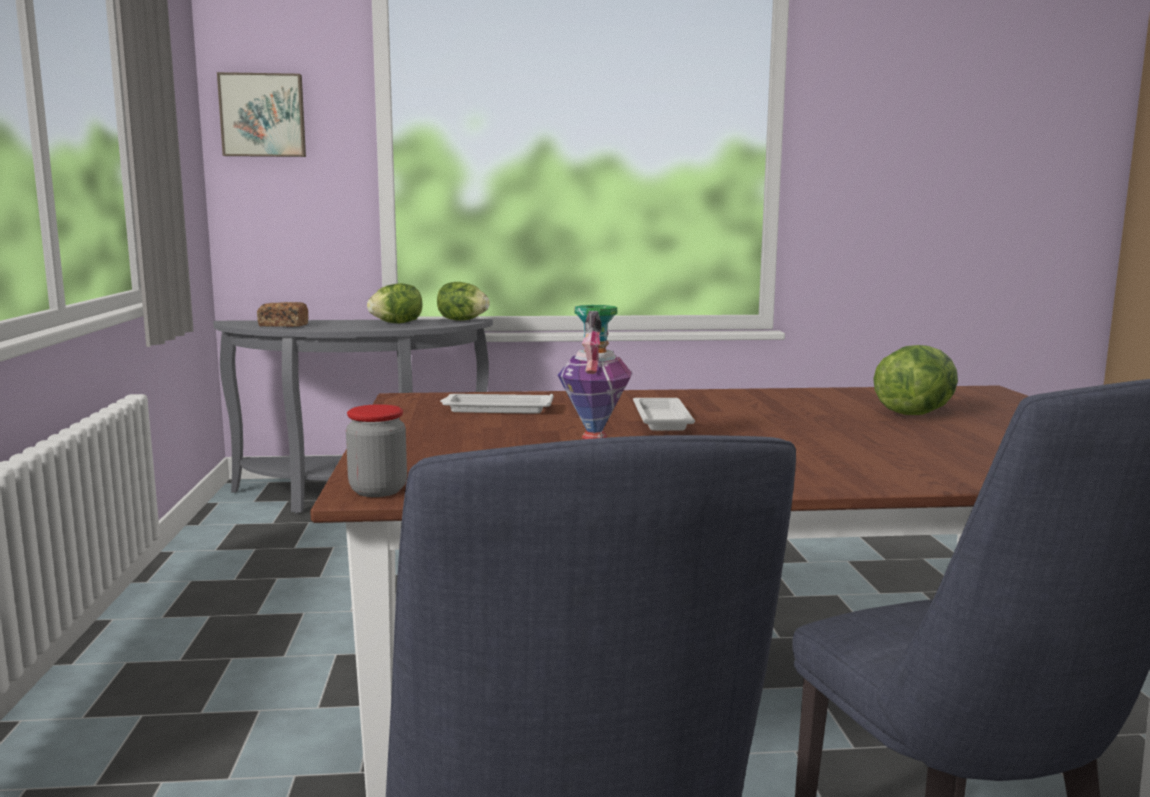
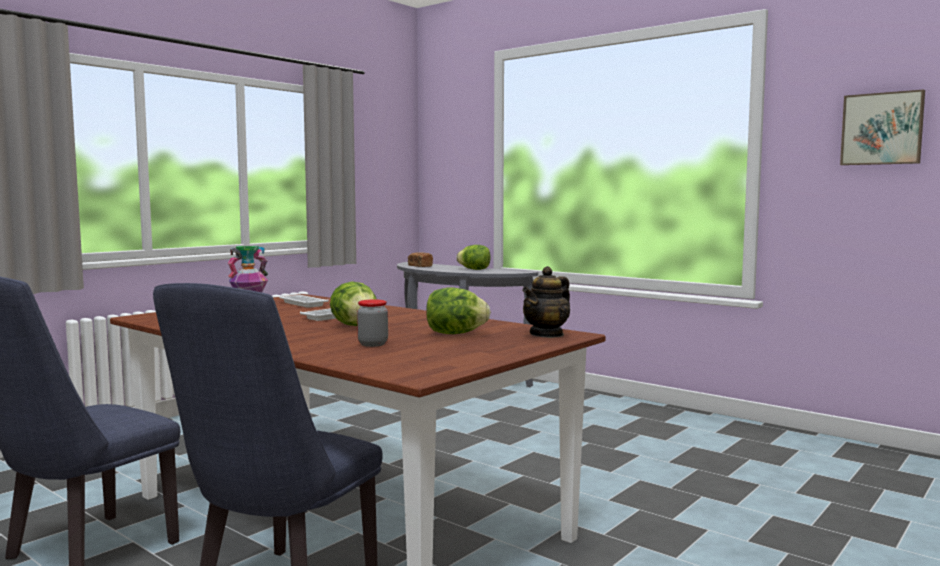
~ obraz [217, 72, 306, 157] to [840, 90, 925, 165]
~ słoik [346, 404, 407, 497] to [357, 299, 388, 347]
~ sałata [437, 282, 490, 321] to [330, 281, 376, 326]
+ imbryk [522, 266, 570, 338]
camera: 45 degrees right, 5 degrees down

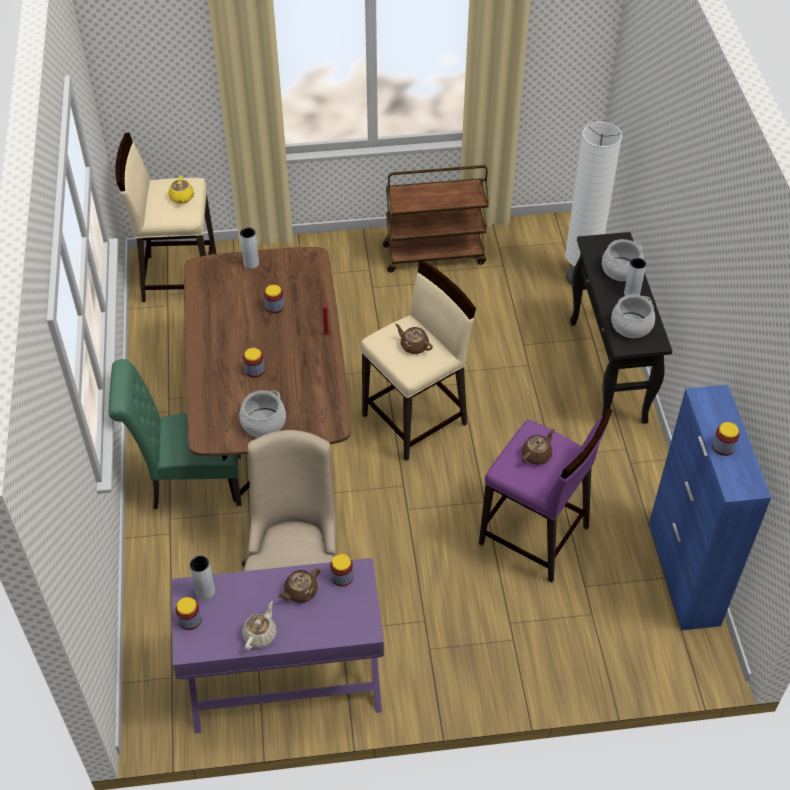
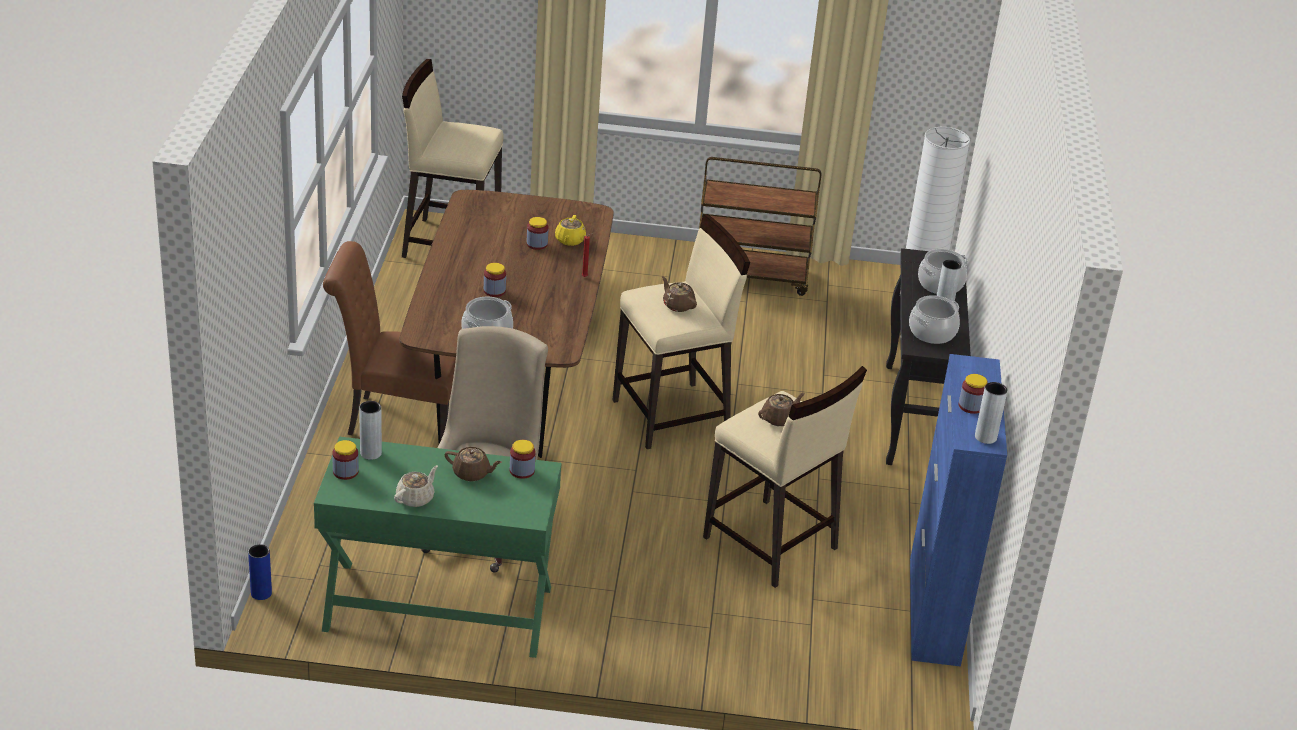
~ krzesło/zielony [109, 359, 241, 509] to krzesło/brązowy [323, 241, 456, 441]
~ imbryk/żółty [168, 175, 194, 204] to [555, 215, 586, 246]
~ biurko/fioletowy [172, 558, 384, 734] to biurko/zielony [314, 437, 562, 658]
~ wazon/szary [240, 227, 259, 269] to [975, 382, 1007, 444]
~ imbryk/brązowy [277, 568, 321, 603] = [445, 447, 502, 481] 135 degrees counterclockwise
~ stołek/fioletowy [479, 407, 612, 583] to stołek/beżowy [703, 366, 867, 588]
+ wazon/niebieski [248, 544, 272, 600]
camera: 10 degrees right, 15 degrees down

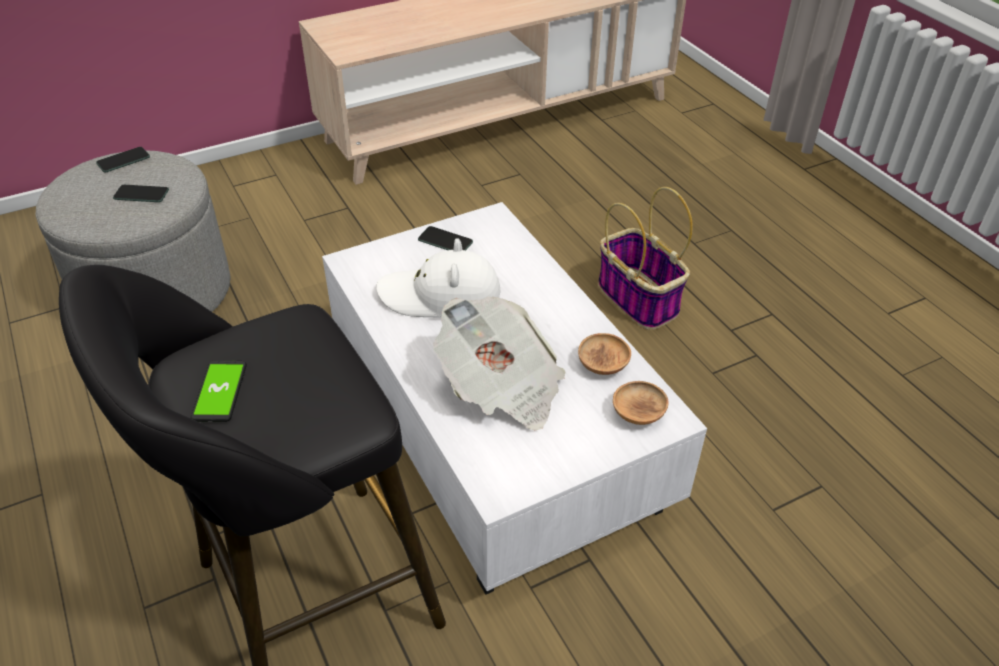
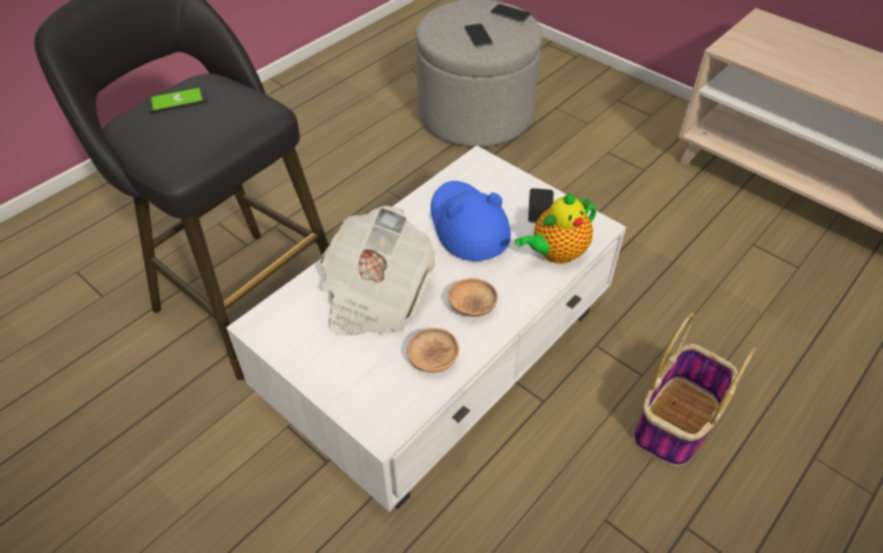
~ kapelusz/biały [376, 238, 501, 318] to kapelusz/niebieski [431, 181, 511, 261]
~ miska/brązowy [613, 381, 669, 425] to [448, 278, 498, 317]
+ imbryk [515, 192, 596, 264]
camera: 70 degrees right, 5 degrees up

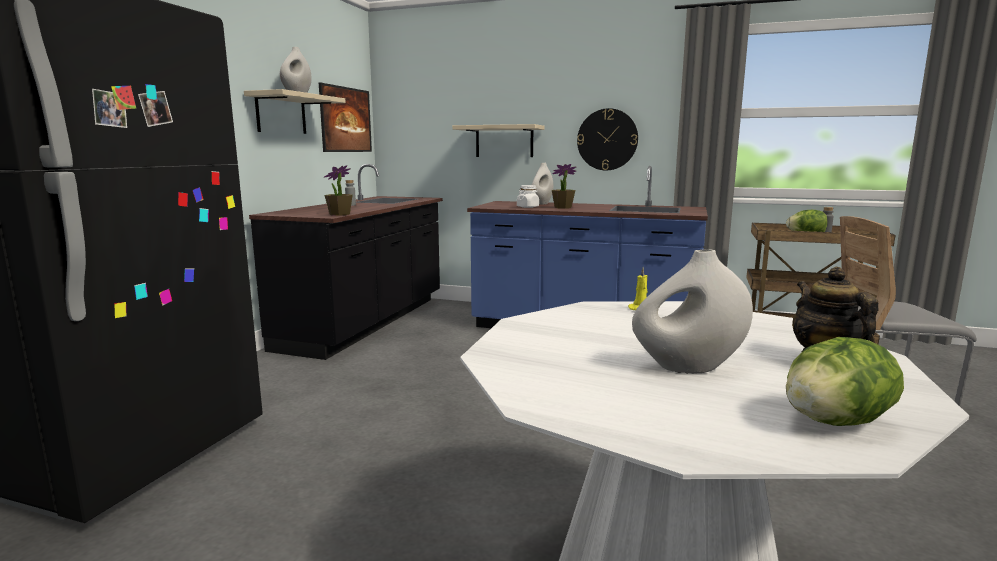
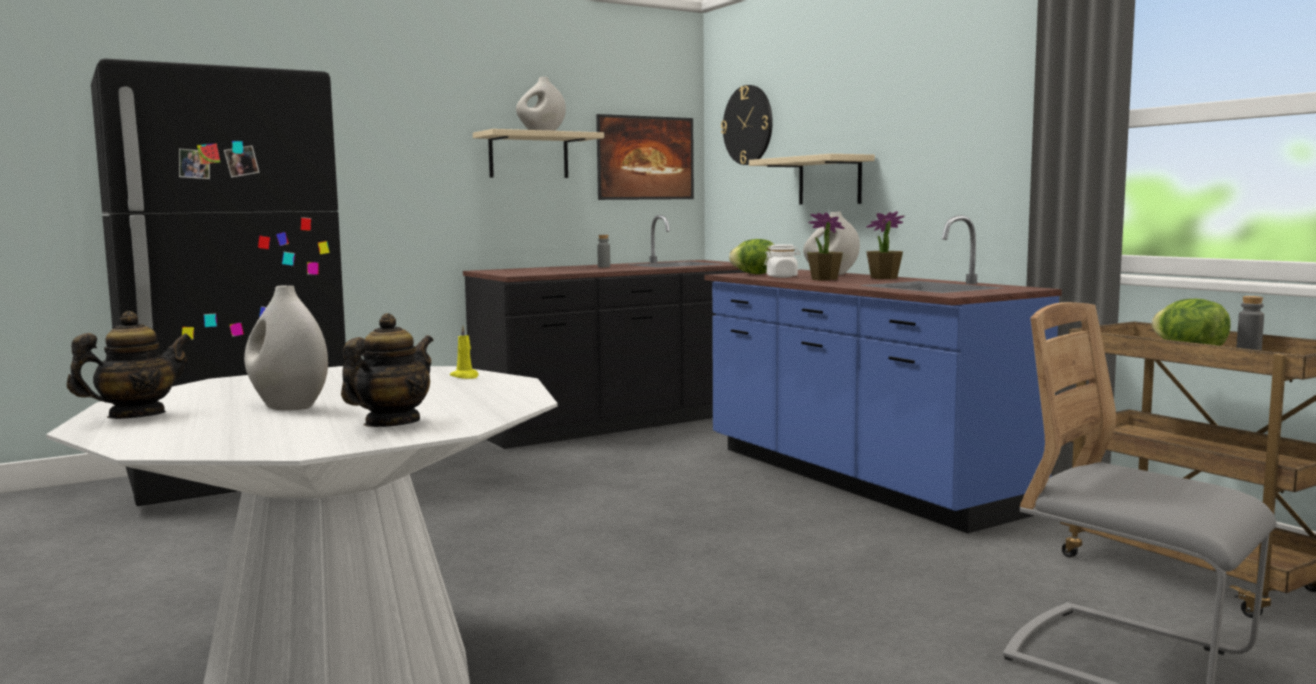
~ roślina doniczkowa [324, 165, 353, 216] to [866, 211, 905, 279]
~ zegar ścienny [577, 108, 638, 170] to [721, 85, 773, 165]
~ sałata [786, 337, 904, 426] to [729, 239, 774, 274]
+ imbryk [67, 311, 192, 419]
camera: 40 degrees right, 5 degrees down

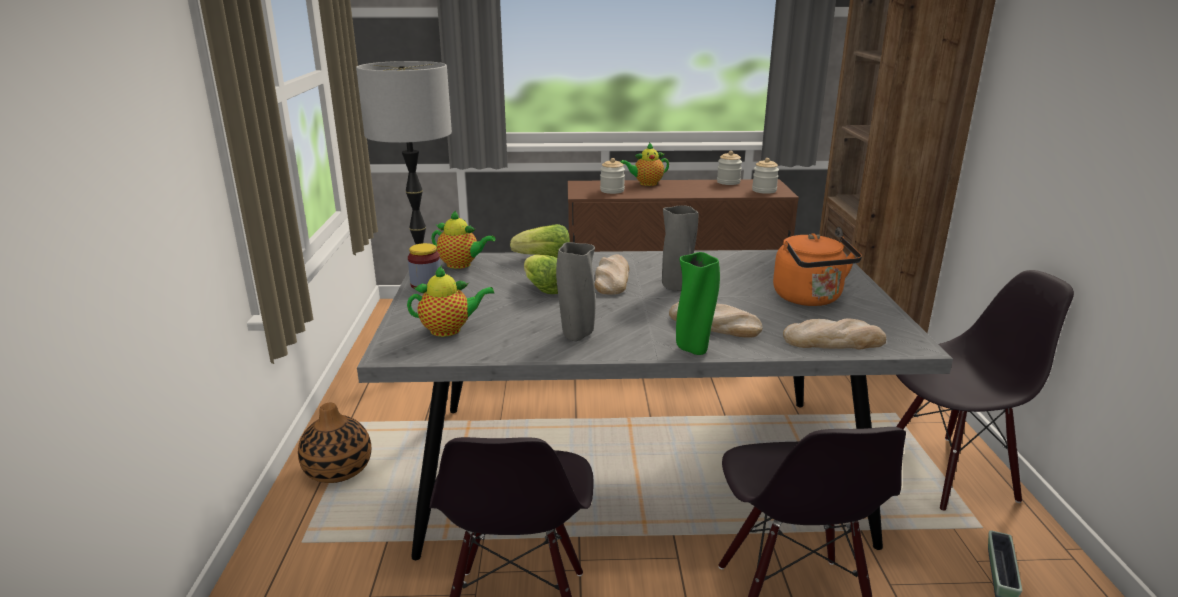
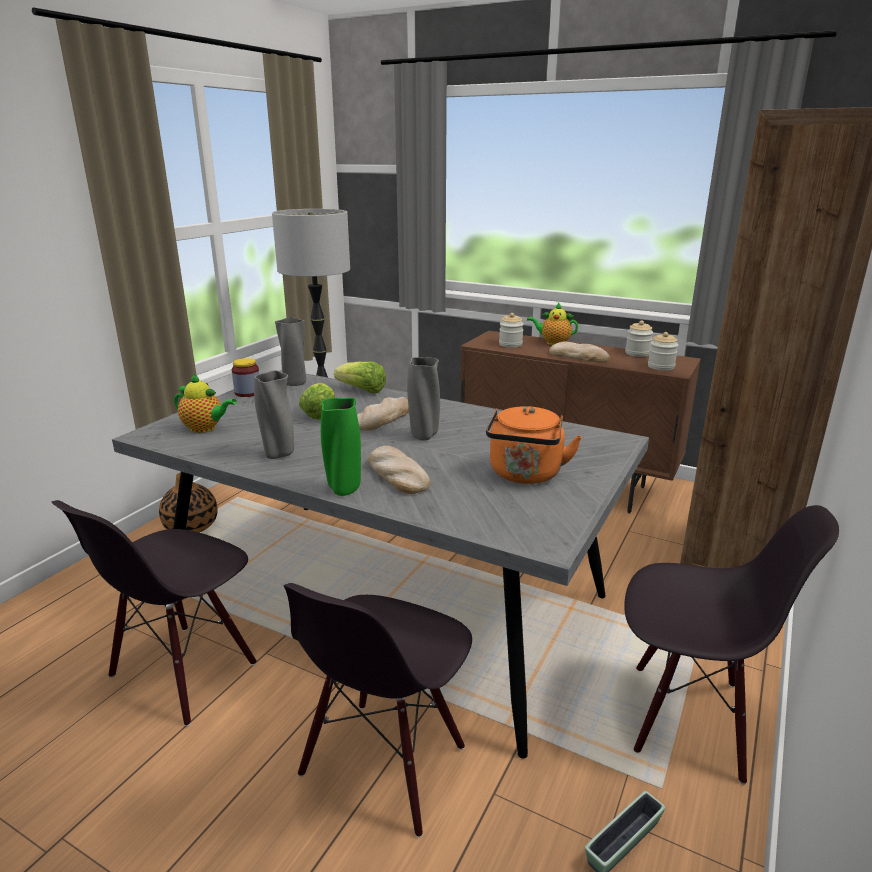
~ imbryk [431, 210, 495, 269] to wazon/szary [275, 318, 306, 386]
~ chleb [783, 319, 886, 350] to [549, 342, 610, 363]
camera: 30 degrees right, 0 degrees up

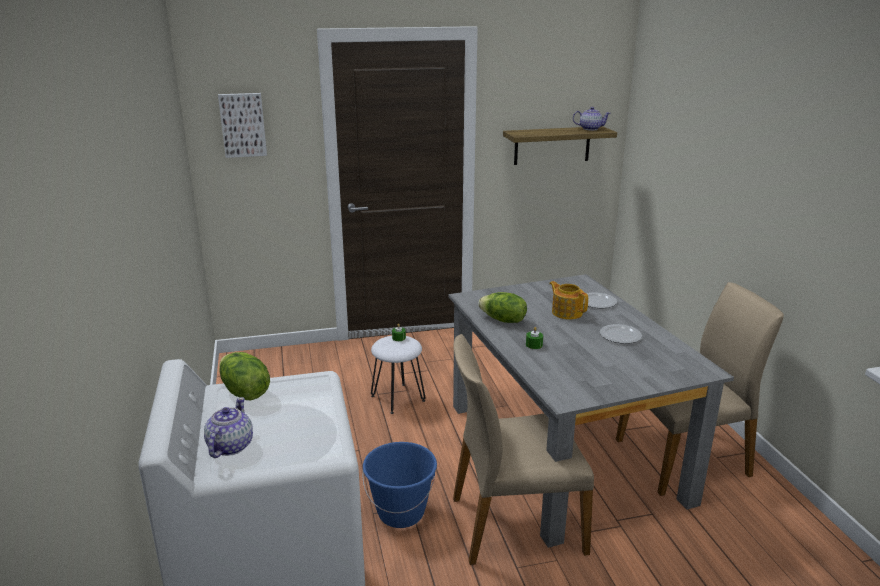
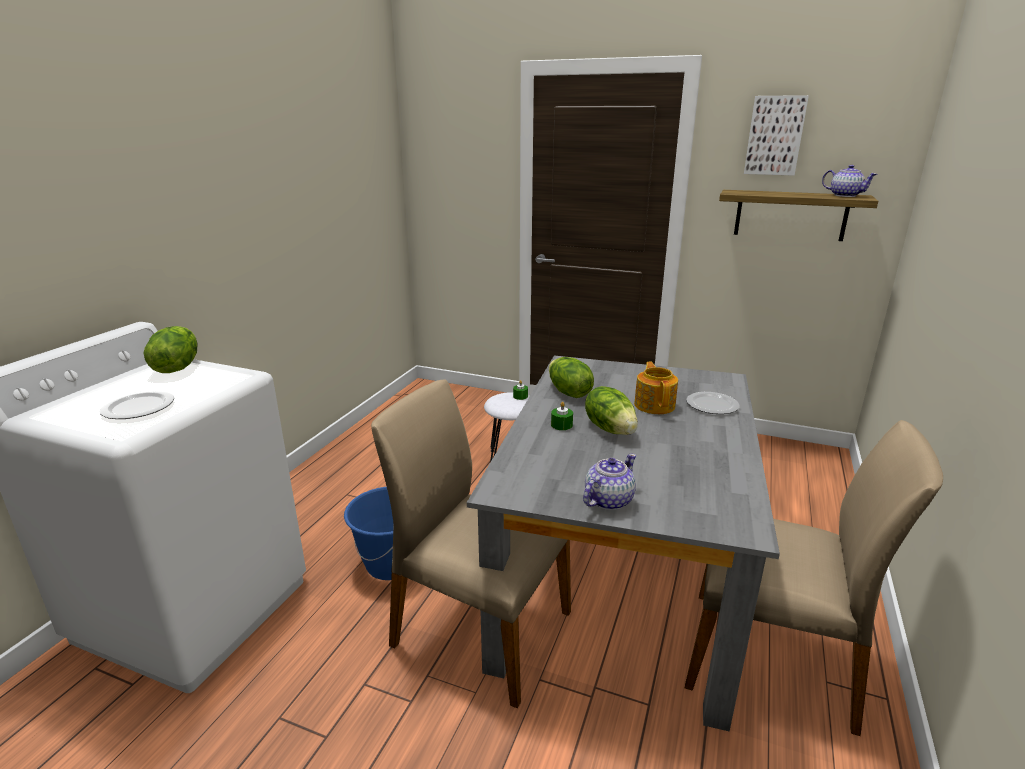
~ imbryk [204, 397, 253, 458] to [583, 453, 636, 510]
~ obraz [218, 93, 267, 158] to [744, 95, 809, 176]
~ talerz [600, 324, 642, 344] to [100, 390, 174, 419]
+ sałata [585, 386, 638, 435]
camera: 35 degrees right, 0 degrees up

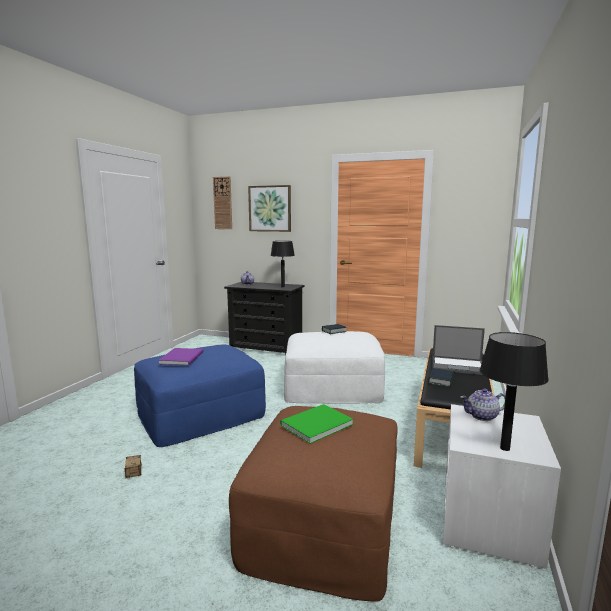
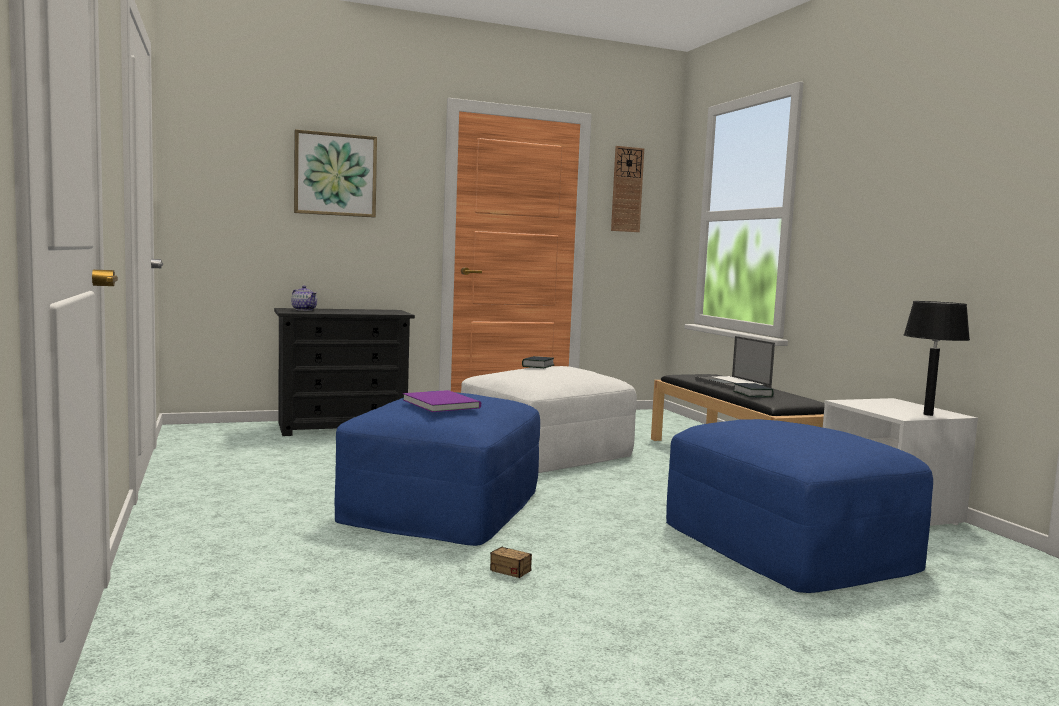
~ zegar ścienny [213, 176, 232, 229] to [611, 146, 644, 232]
~ pufa/brązowy [229, 406, 397, 602] to pufa/niebieski [666, 419, 933, 593]
- lampa stołowa/czarny [270, 241, 295, 288]
- książka/zielony [280, 404, 354, 444]
~ laptop [432, 325, 485, 375] = [695, 336, 775, 390] 90 degrees clockwise
- imbryk [461, 388, 506, 421]
camera: 40 degrees left, 5 degrees down

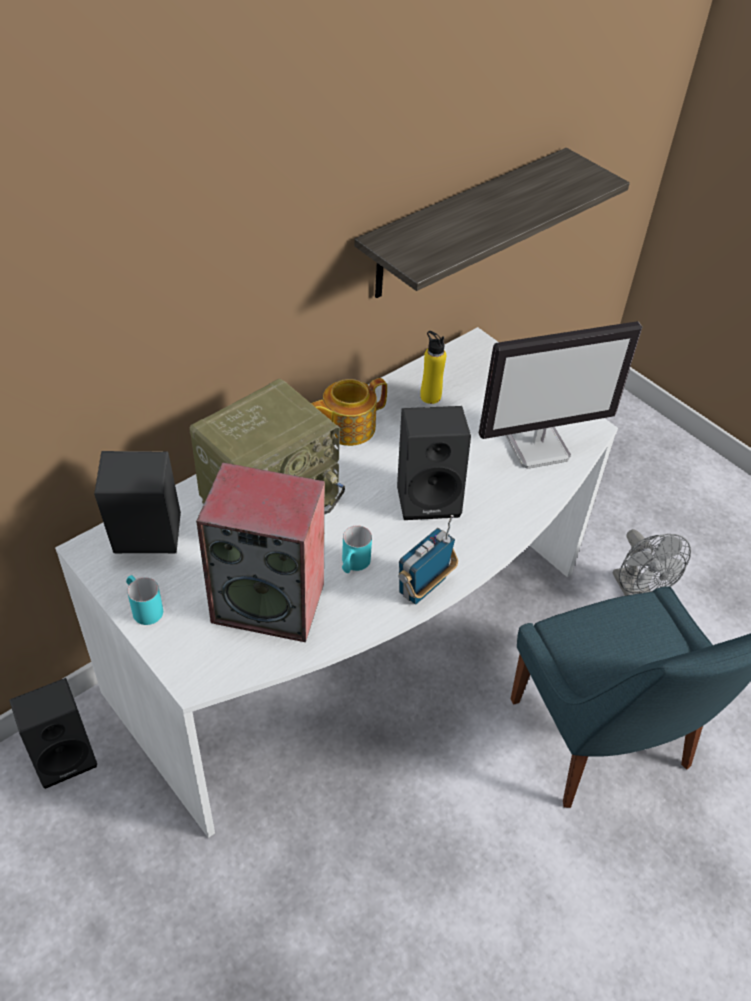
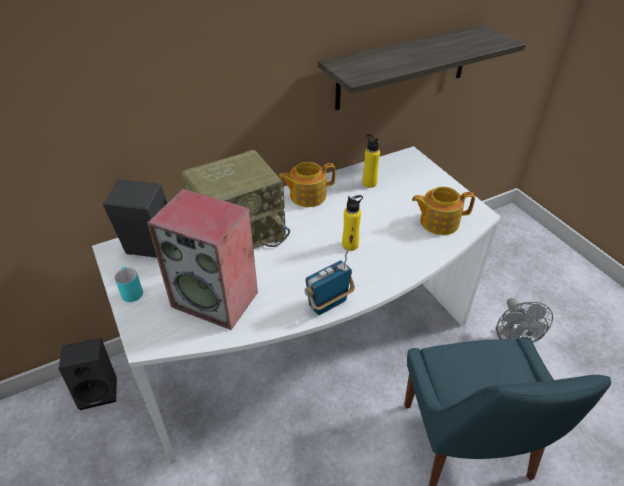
- kubek/turkusowy [342, 525, 372, 573]
~ głośnik/czarny [397, 406, 471, 520] to butelka/żółty [342, 195, 363, 251]
~ monitor [478, 321, 642, 469] to imbryk [412, 187, 475, 235]
camera: 15 degrees right, 5 degrees down

